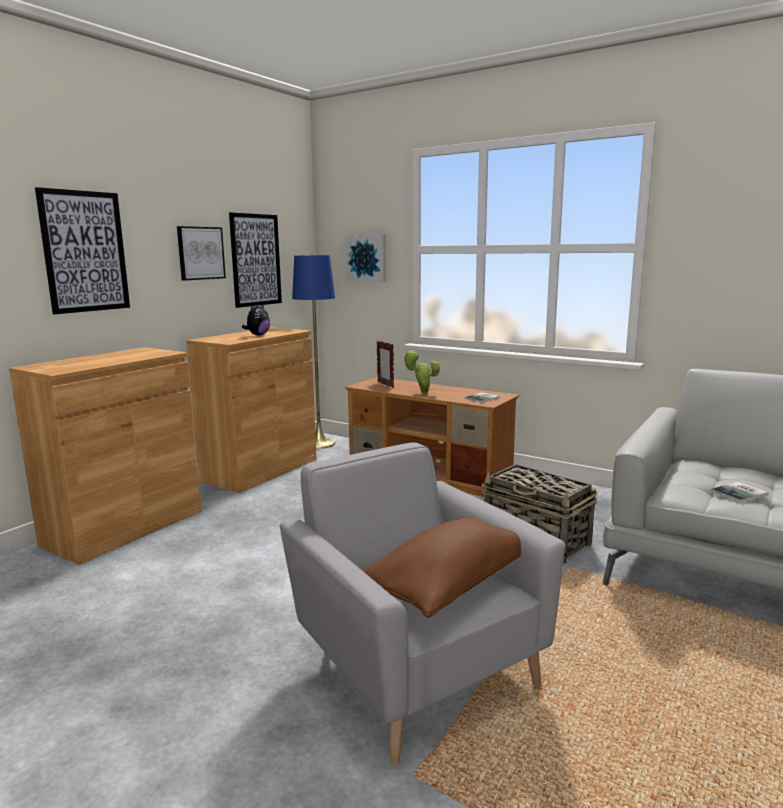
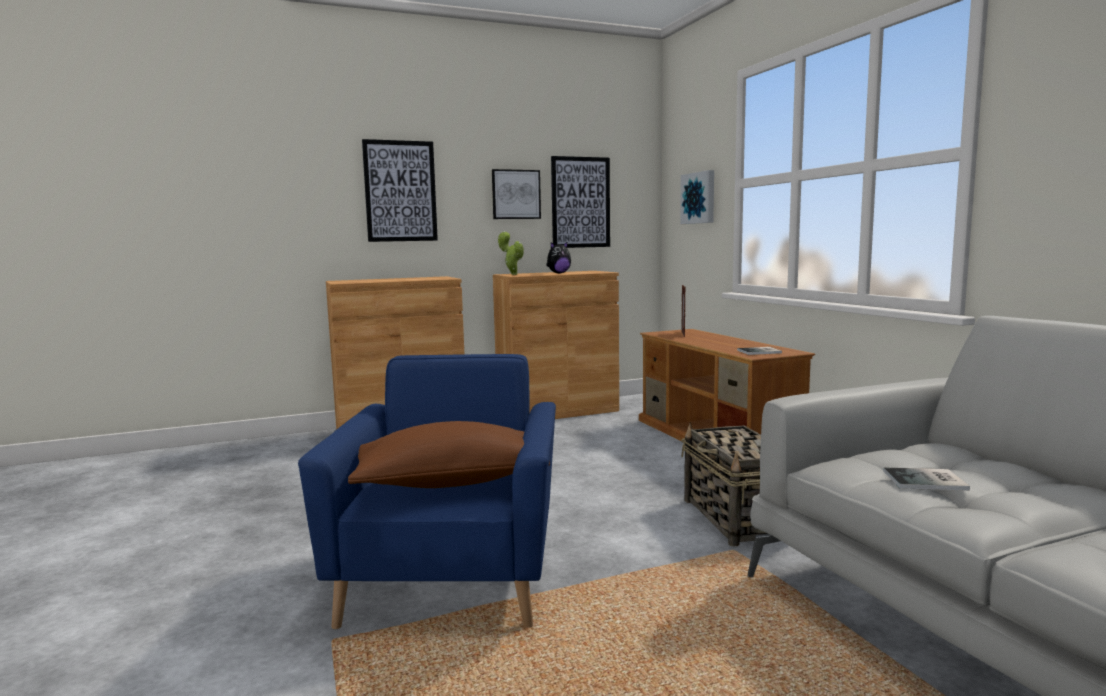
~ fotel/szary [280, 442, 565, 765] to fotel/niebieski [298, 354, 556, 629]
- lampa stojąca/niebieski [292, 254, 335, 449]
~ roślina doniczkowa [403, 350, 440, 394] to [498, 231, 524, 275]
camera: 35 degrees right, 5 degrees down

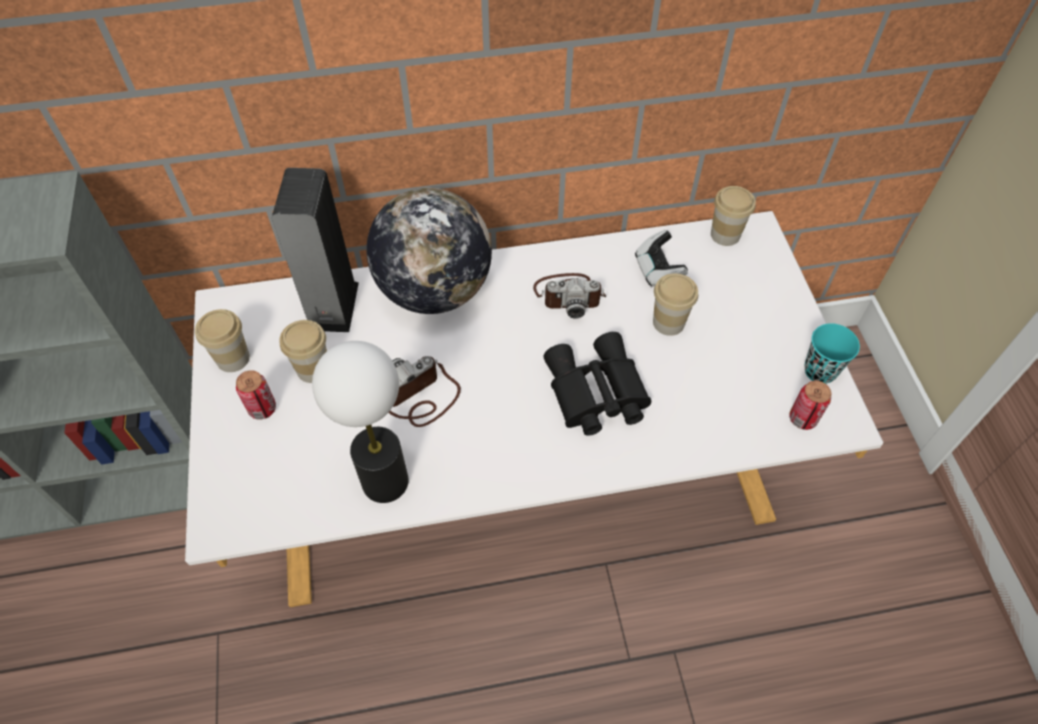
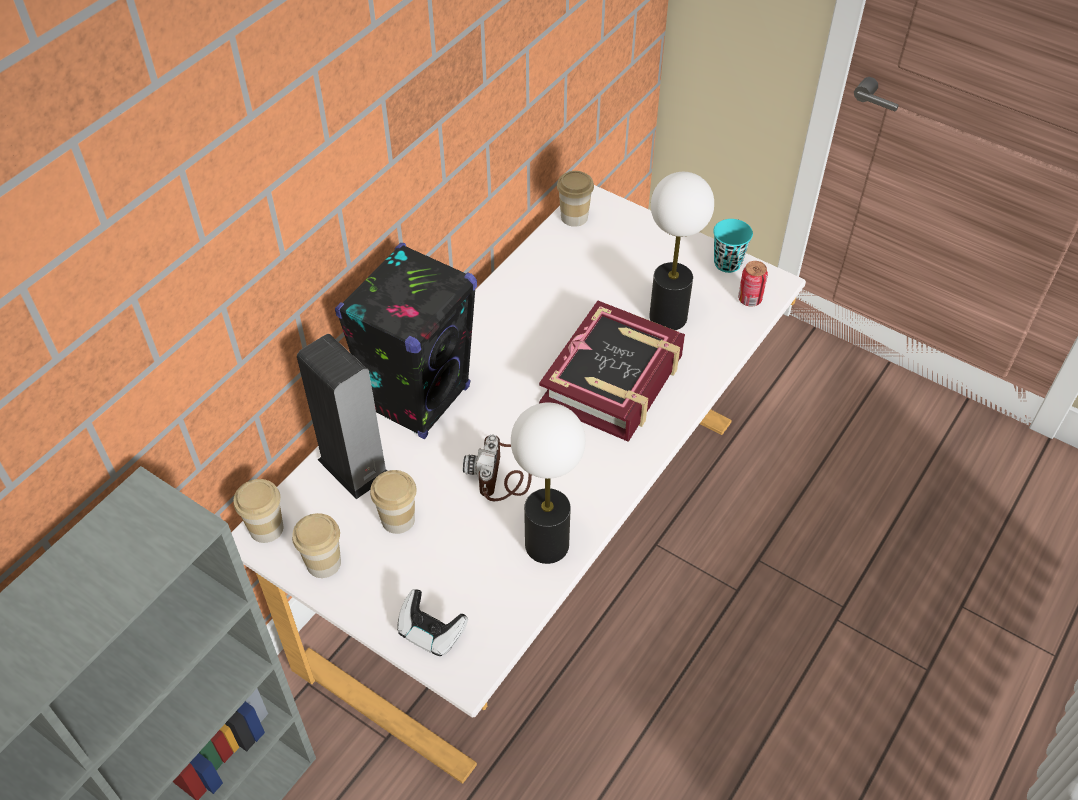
- puszka [236, 370, 276, 420]
~ globus [366, 188, 492, 314] to głośnik/czarny [335, 243, 477, 439]
- aparat fotograficzny [533, 273, 606, 319]
~ lornetka/czarny [543, 332, 651, 436] to książka [539, 301, 685, 442]
~ pad do gier [635, 230, 688, 287] to [397, 589, 468, 656]
~ filiżanka [653, 273, 698, 336] to [234, 479, 283, 543]
+ lampa stołowa [649, 172, 714, 330]
camera: 45 degrees left, 5 degrees down

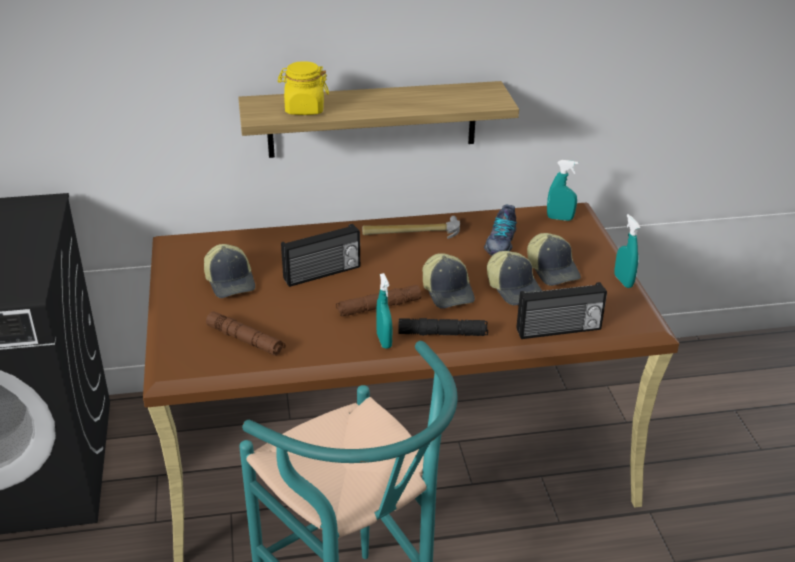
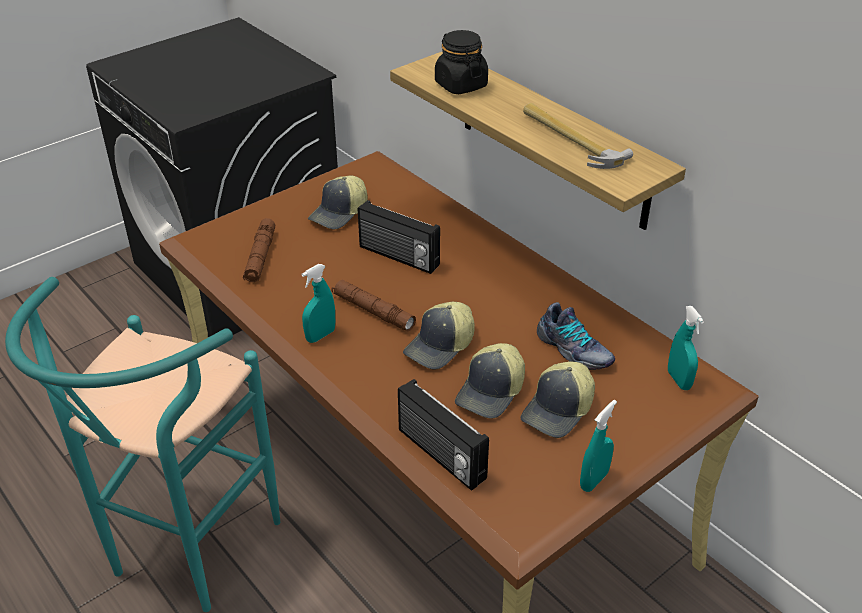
~ słoik/żółty [278, 61, 329, 115] to słoik/czarny [435, 30, 488, 94]
~ młotek [362, 216, 460, 239] to [523, 103, 633, 169]
- latarka/czarny [398, 318, 488, 336]
~ but [484, 205, 517, 256] = [537, 302, 615, 370] 120 degrees counterclockwise
camera: 60 degrees right, 5 degrees up

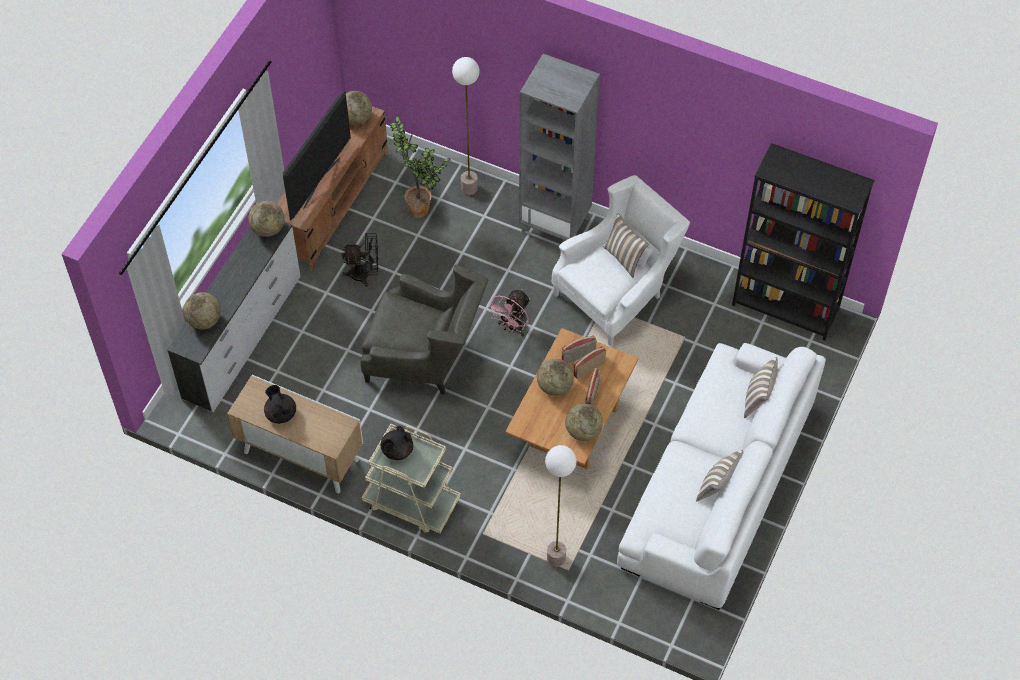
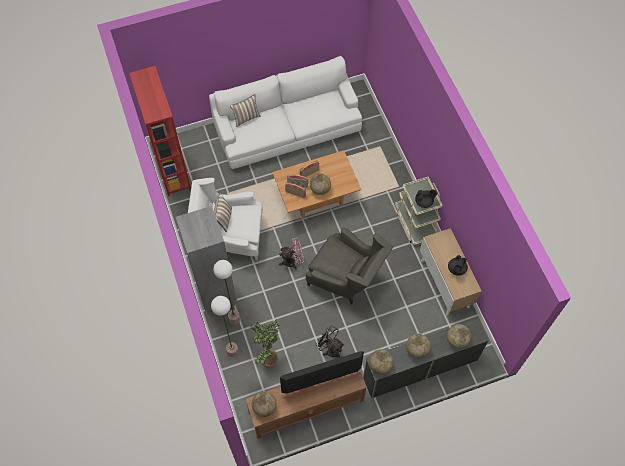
~ fotel/szary [360, 265, 488, 395] = [306, 227, 393, 304] 150 degrees clockwise
~ lampa stojąca [545, 445, 577, 567] to [213, 260, 240, 324]
~ globus [565, 403, 603, 441] to [406, 334, 431, 358]
- poduszka [696, 450, 743, 501]
~ regał/czarny [732, 143, 874, 341] to regał/czerwony [129, 66, 191, 196]
camera: 135 degrees left, 5 degrees up

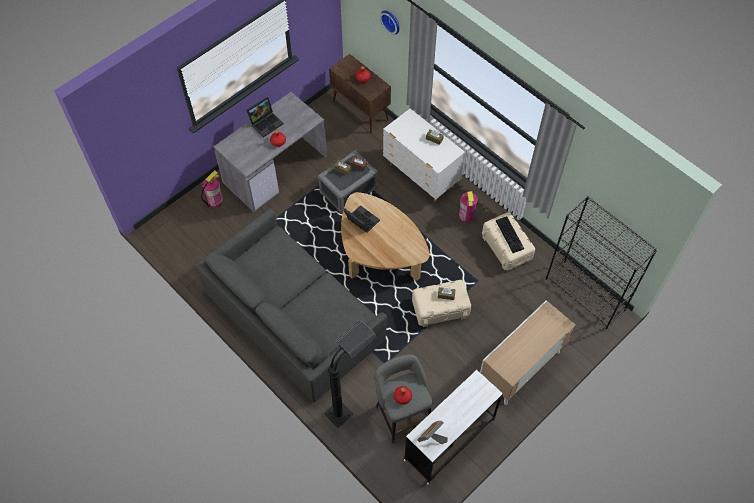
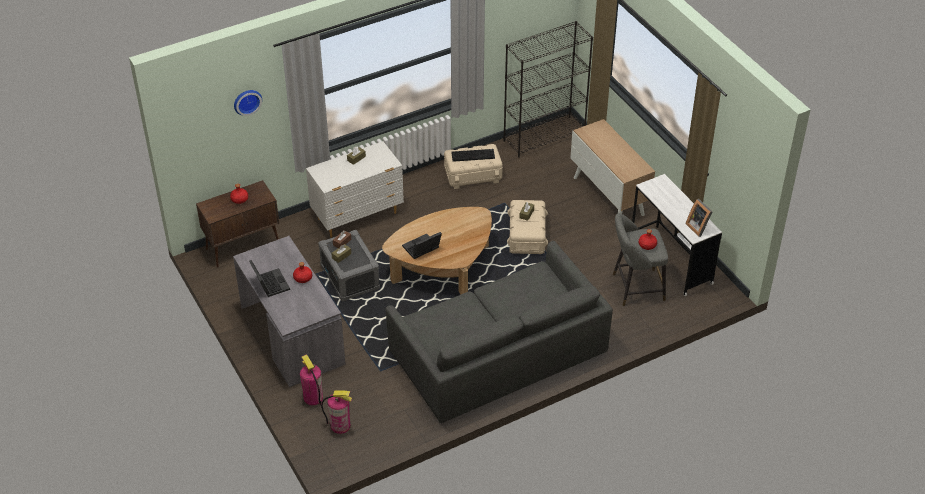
- lampa stojąca/czarny [323, 320, 376, 428]
~ gaśnica [459, 190, 478, 223] to [321, 391, 352, 434]
camera: 75 degrees left, 15 degrees down

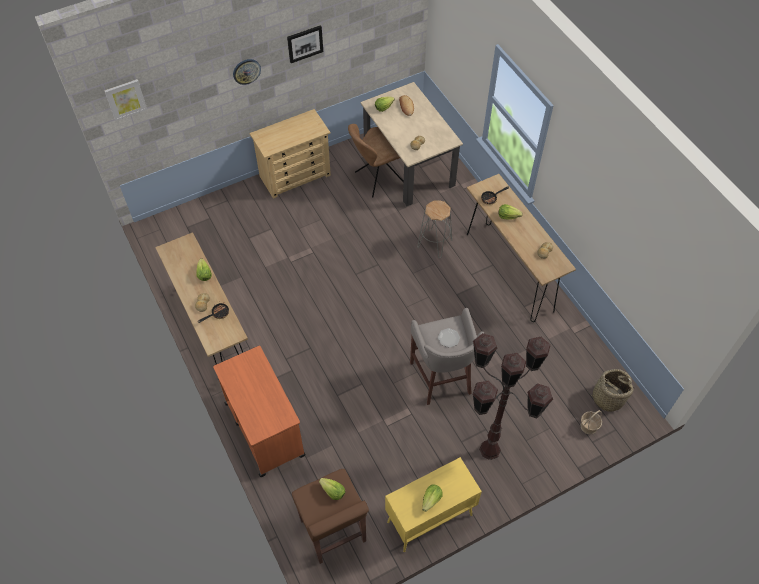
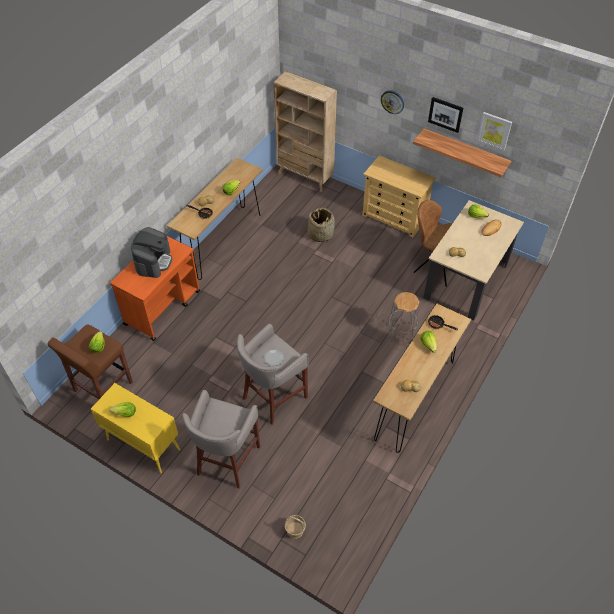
~ obraz [104, 79, 147, 121] to [477, 112, 512, 151]
~ lampa stojąca/brązowy [472, 333, 553, 460] to stołek/szary [182, 390, 260, 488]
~ koszyk [586, 369, 634, 412] to [308, 208, 335, 242]
+ ekspres do kawy [131, 227, 172, 278]
+ regał/beżowy [273, 71, 337, 192]
+ półka [413, 128, 511, 177]
camera: 60 degrees right, 5 degrees down

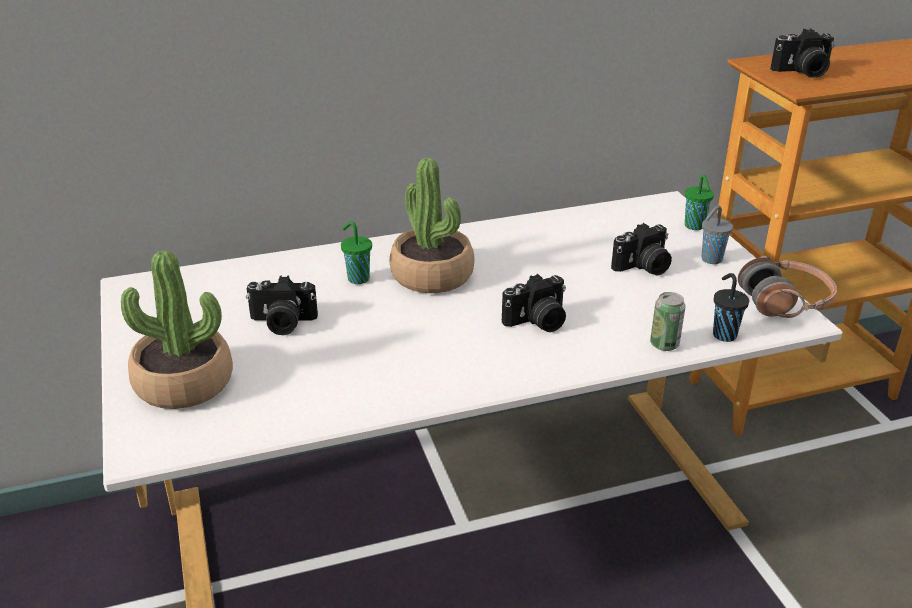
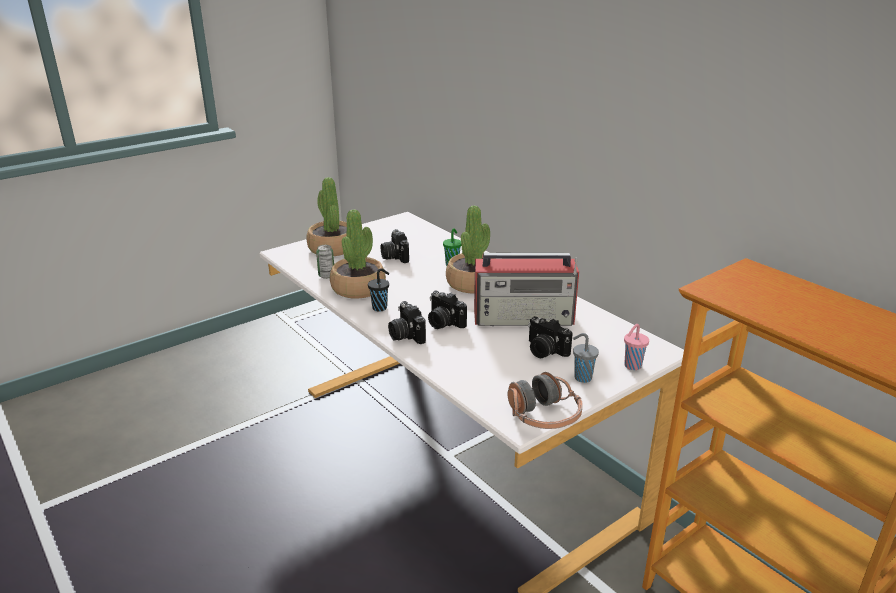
~ puszka [650, 292, 686, 351] to [316, 245, 334, 279]
~ filiżanka/zielony [685, 175, 714, 230] to filiżanka/różowy [624, 324, 649, 370]
~ filiżanka/czarny [713, 273, 749, 342] to [368, 268, 389, 312]
~ aparat fotograficzny [770, 28, 835, 78] to [388, 301, 426, 344]
+ roślina doniczkowa [330, 210, 386, 299]
+ radio [474, 253, 579, 326]
camera: 70 degrees right, 5 degrees down

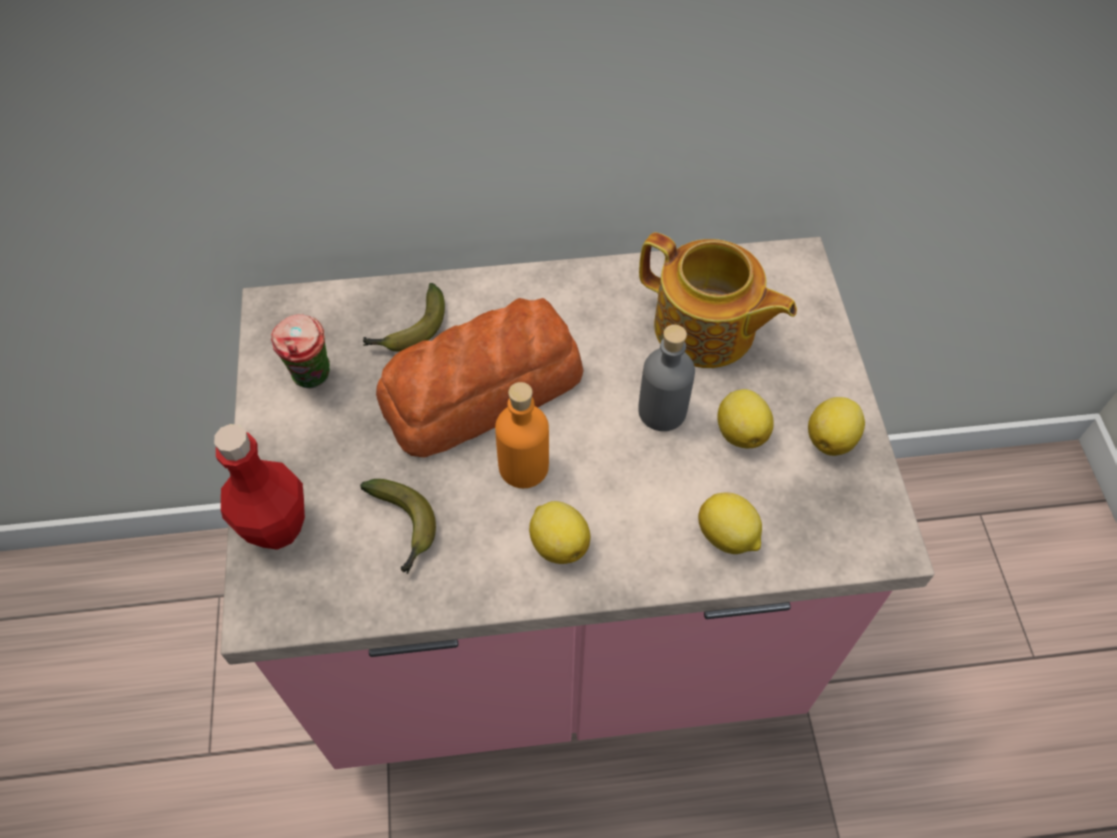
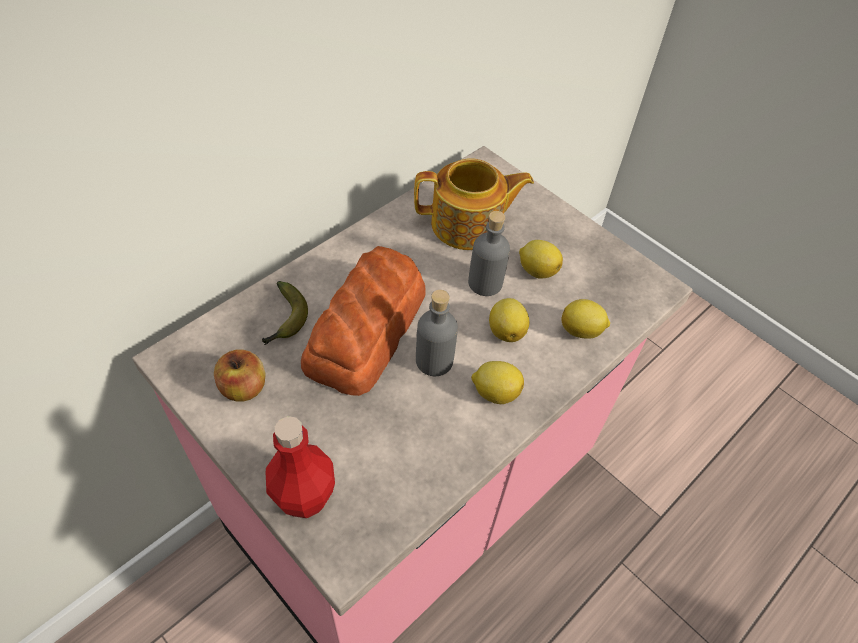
~ filiżanka [271, 314, 330, 388] to jabłko [214, 350, 266, 402]
- banan [360, 479, 436, 574]
~ butelka/pomarańczowy [495, 382, 549, 488] to butelka/szary [416, 290, 458, 376]
~ cytryna [808, 397, 865, 456] to [489, 298, 529, 342]
camera: 40 degrees left, 5 degrees down

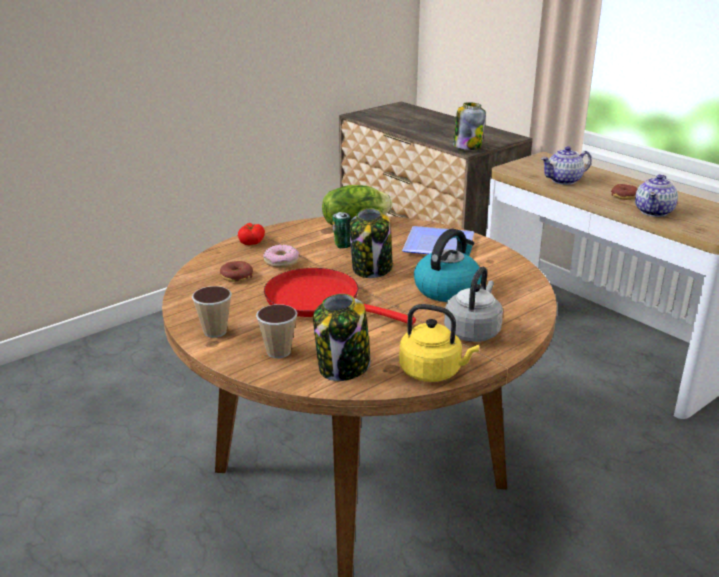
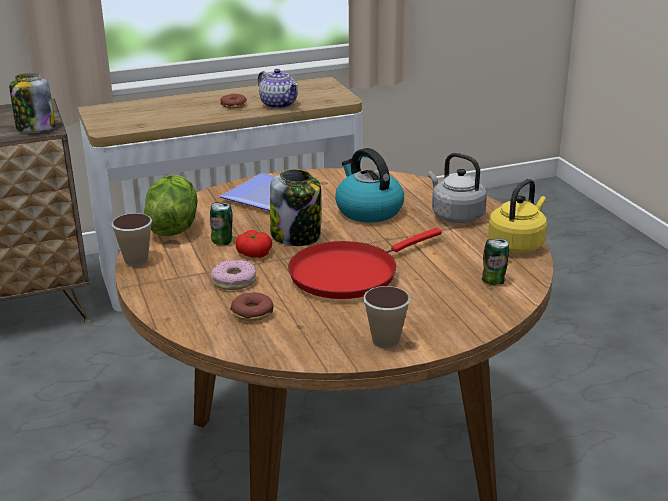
~ pomidor [238, 223, 265, 245] to [236, 230, 272, 258]
~ filiżanka [256, 304, 297, 358] to [111, 213, 152, 266]
~ słoik [313, 294, 371, 381] to puszka [482, 239, 510, 285]
- imbryk [541, 146, 591, 185]
camera: 70 degrees left, 0 degrees up

